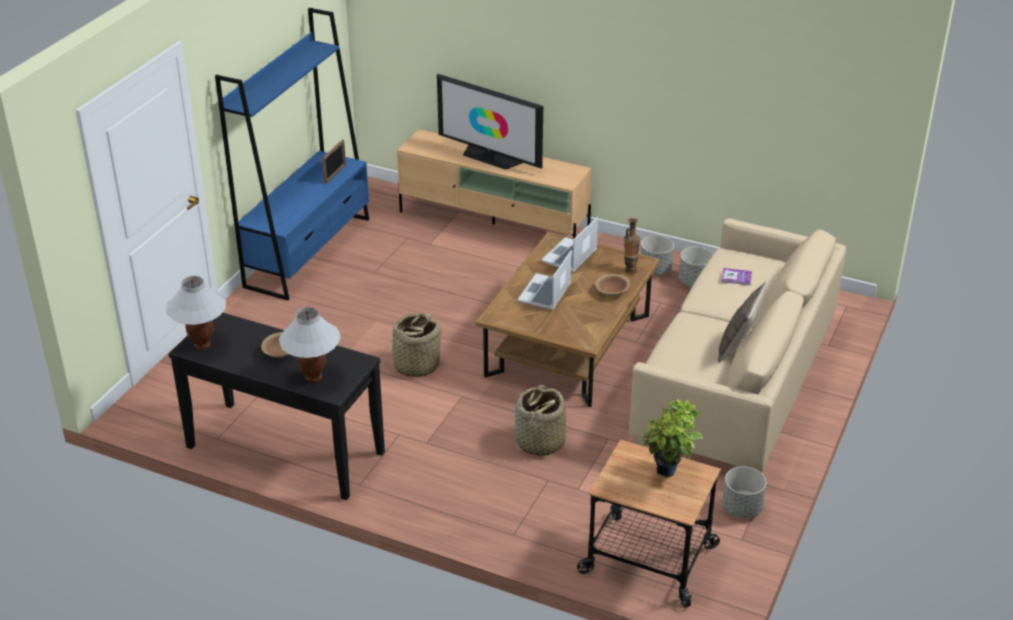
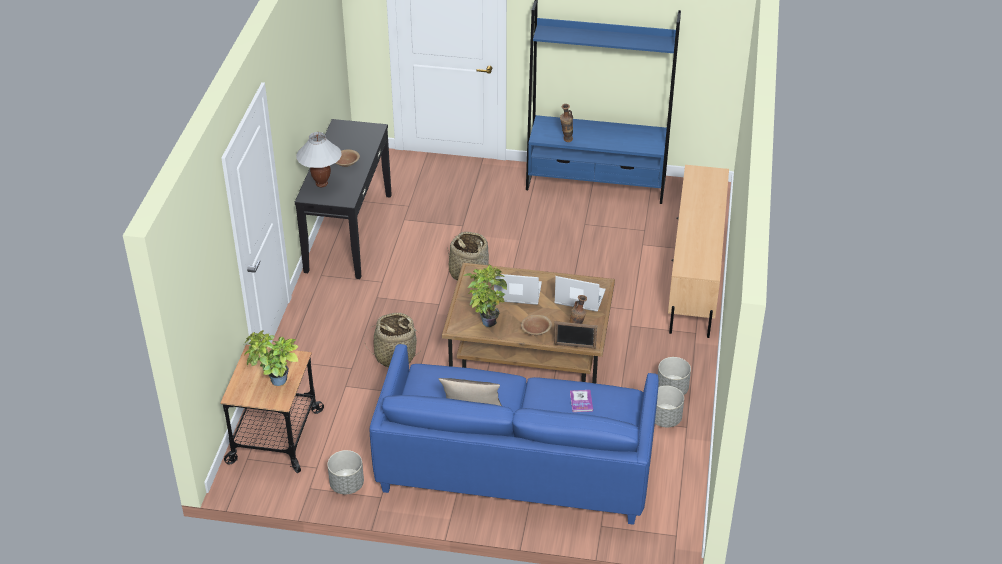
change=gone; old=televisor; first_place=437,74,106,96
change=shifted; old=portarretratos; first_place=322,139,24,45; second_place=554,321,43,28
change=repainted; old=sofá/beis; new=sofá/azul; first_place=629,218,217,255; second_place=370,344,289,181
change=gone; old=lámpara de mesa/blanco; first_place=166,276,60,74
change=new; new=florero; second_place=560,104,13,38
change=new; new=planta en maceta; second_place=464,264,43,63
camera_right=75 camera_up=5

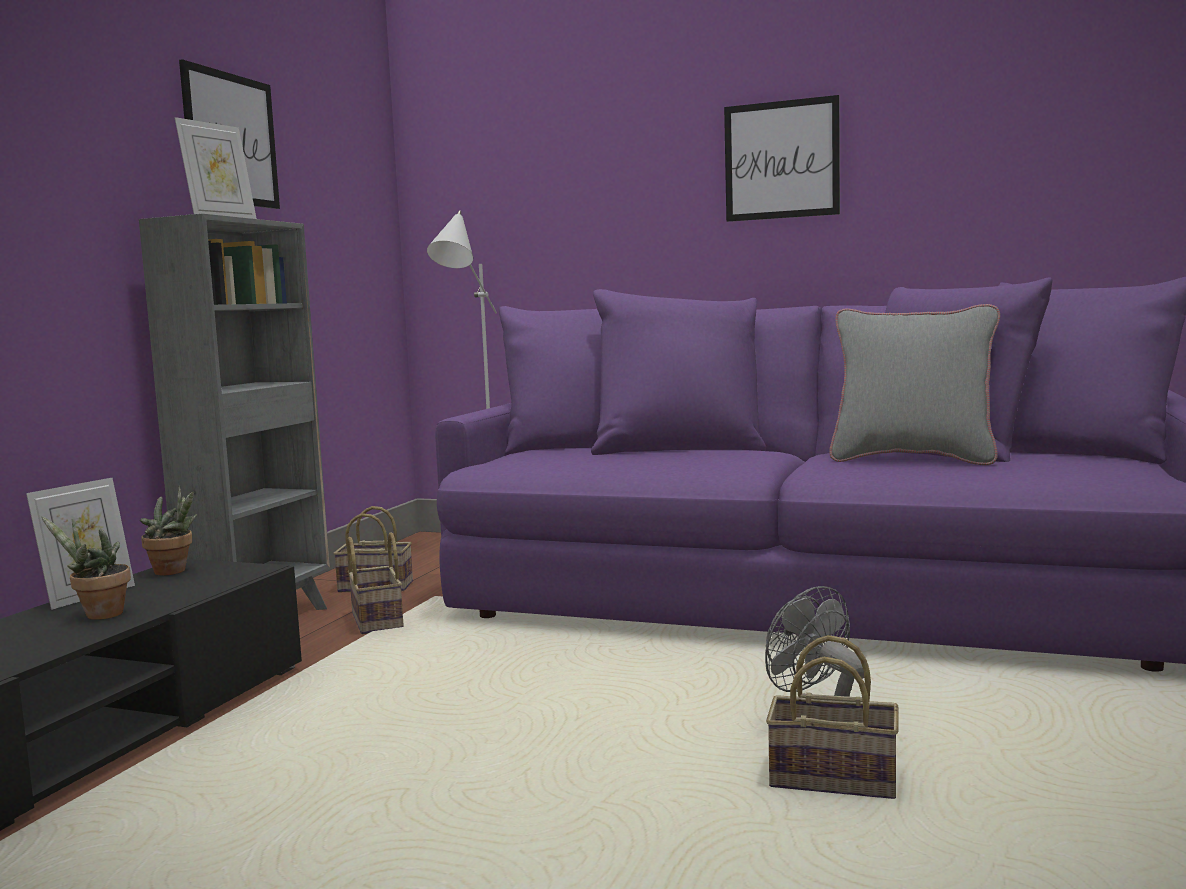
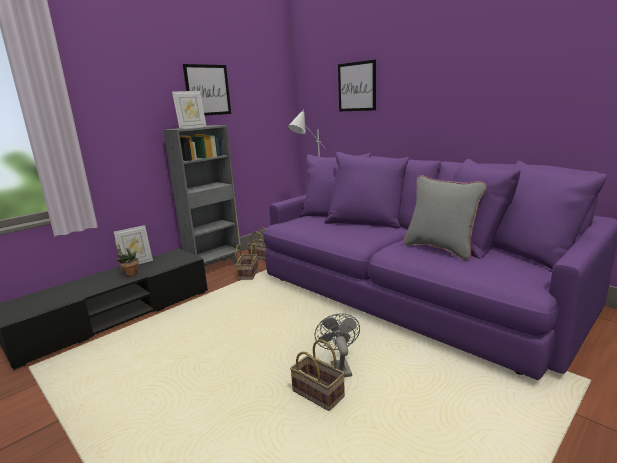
change=shifted; old=cuadro; first_place=724,95,116,127; second_place=338,60,38,51
change=gone; old=planta en maceta; first_place=140,486,57,89
camera_right=25 camera_up=10

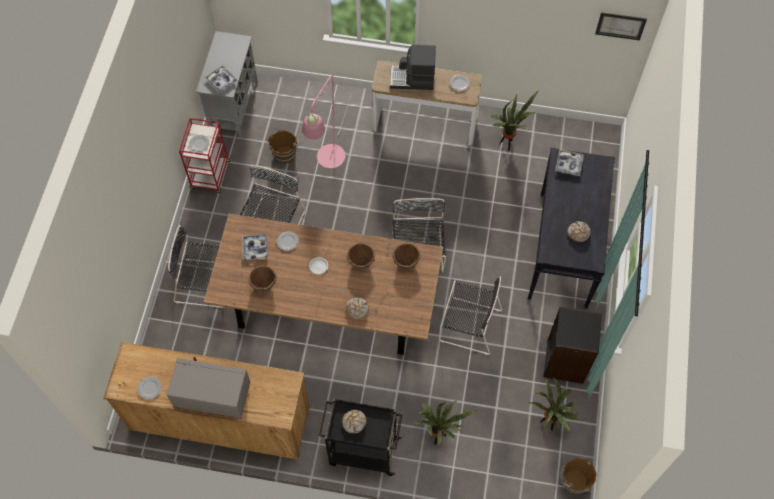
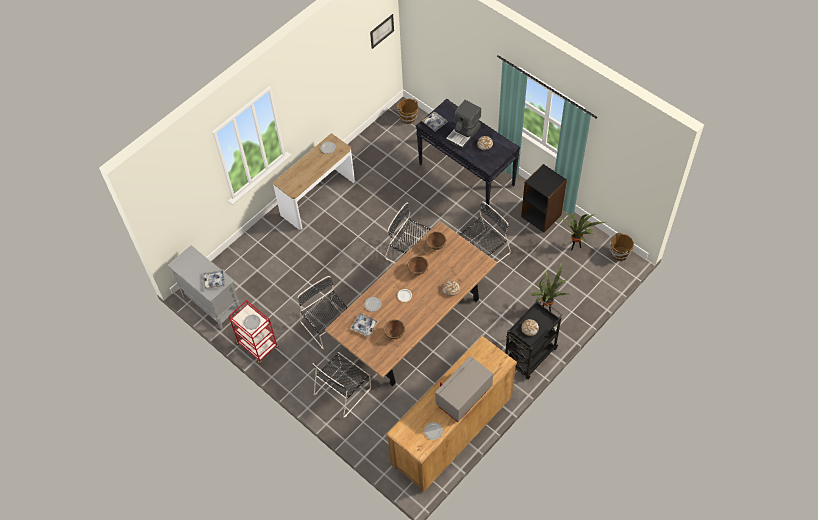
change=shifted; old=cafetera; first_place=390,45,46,45; second_place=446,100,35,49
change=gone; old=lámpara de pie/rosa; first_place=302,74,49,94
change=gone; old=planta en maceta; first_place=489,91,49,60
change=shifted; old=cubo/marrón; first_place=269,130,31,34; second_place=396,98,22,26
camera_right=-55 camera_up=-5

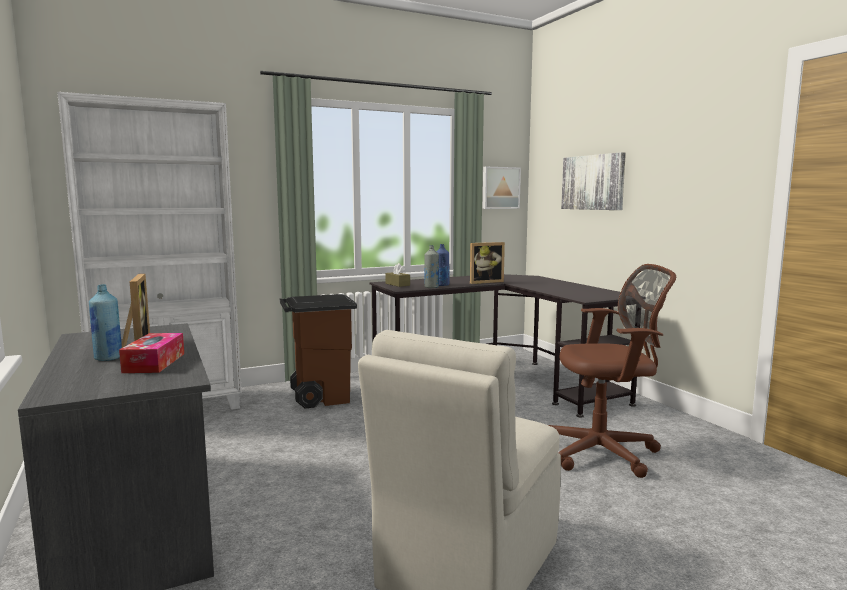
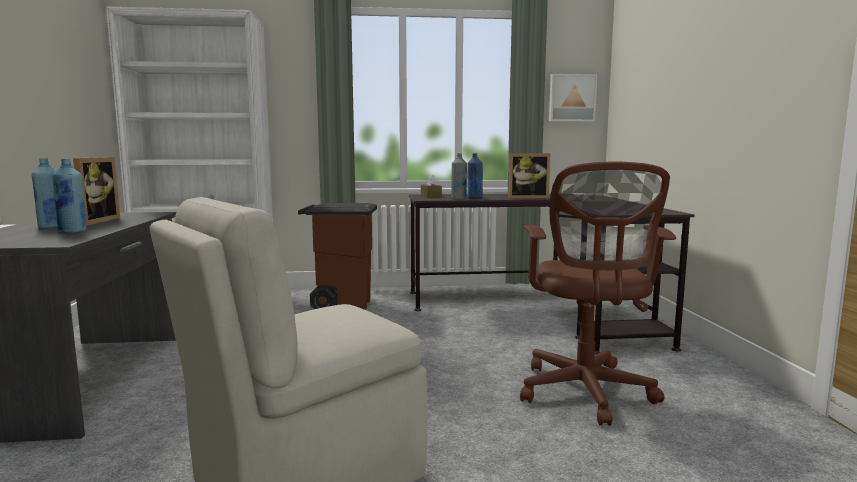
change=gone; old=cuadro; first_place=561,152,65,58
change=rotated; old=silla de oficina/marrón; first_place=549,264,127,214; second_place=520,161,156,265; degrees=75
change=swapped; old=caja de pañuelos; new=botella/azul; first_place=119,333,65,40; second_place=53,159,33,74
camera_right=20 camera_up=0

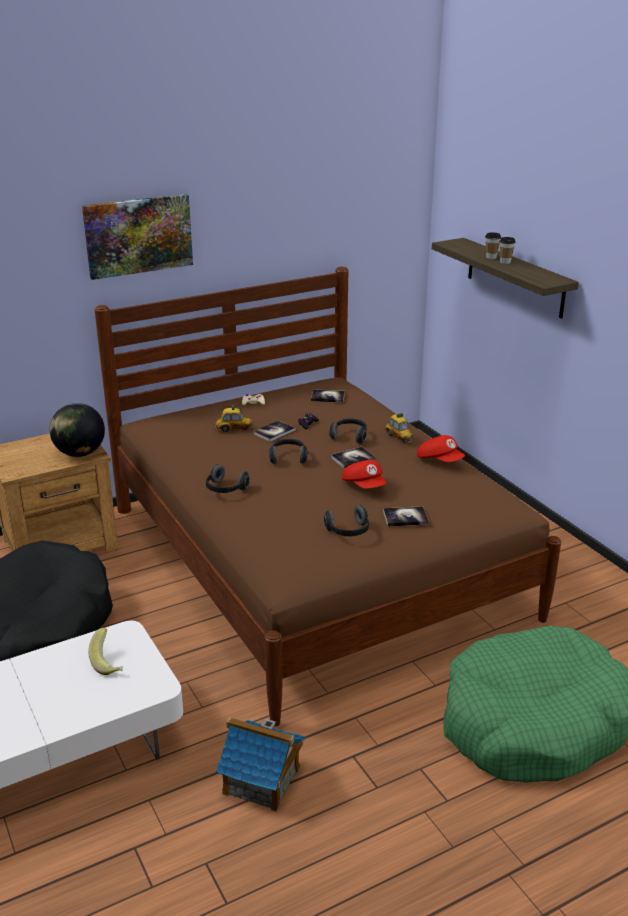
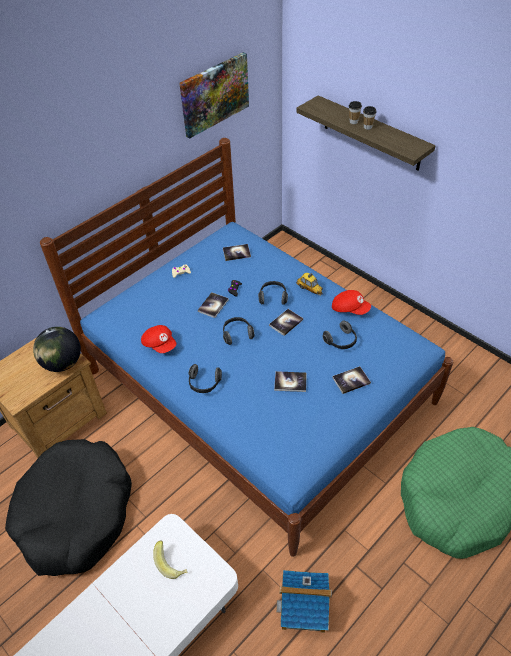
change=shifted; old=cuadro; first_place=82,194,111,86; second_place=179,52,70,87
change=repainted; old=cama/marrón; new=cama/azul; first_place=95,267,466,460; second_place=40,138,413,419
change=gone; old=coche de juguete; first_place=214,405,40,27
change=shifted; old=gorra/rojo; first_place=342,460,44,29; second_place=141,325,35,28
change=shifted; old=auriculares; first_place=324,505,45,31; second_place=322,320,35,29
change=new; new=libro; second_place=274,371,33,21
camera_right=-15 camera_up=20

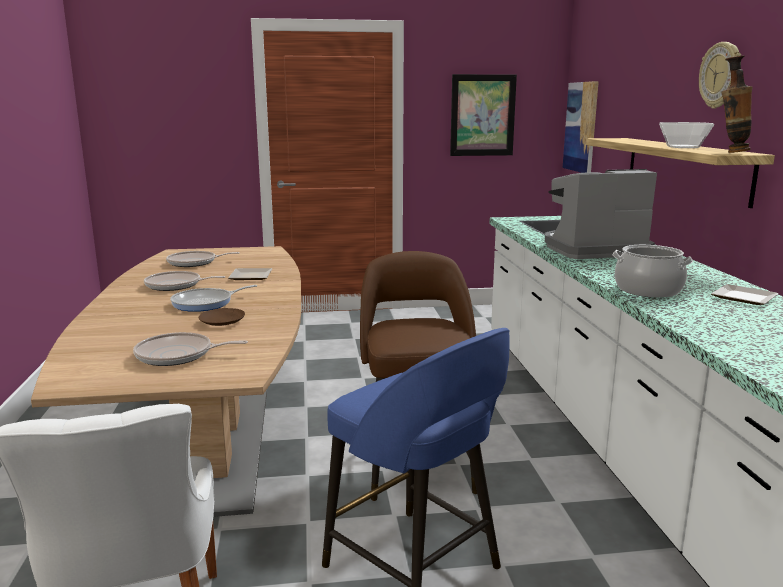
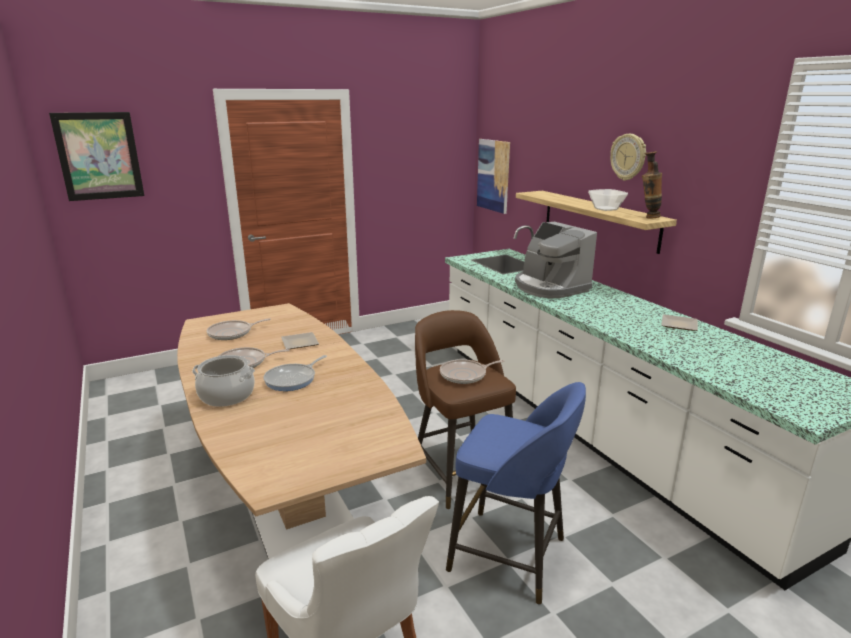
change=shifted; old=cuadro; first_place=450,74,67,82; second_place=49,112,95,89
change=rotated; old=cafetera; first_place=545,169,112,90; second_place=515,222,82,76; degrees=-90
change=shifted; old=olla; first_place=613,245,80,53; second_place=192,355,63,52
change=gone; old=plato/marrón; first_place=199,308,46,18
change=shifted; old=sartén; first_place=133,332,115,34; second_place=440,359,64,25
camera_right=-20 camera_up=5

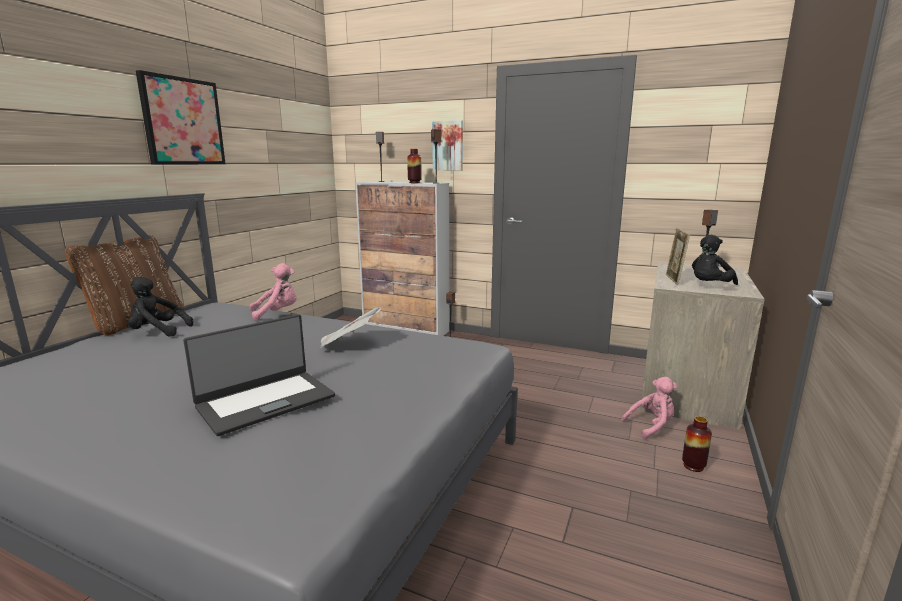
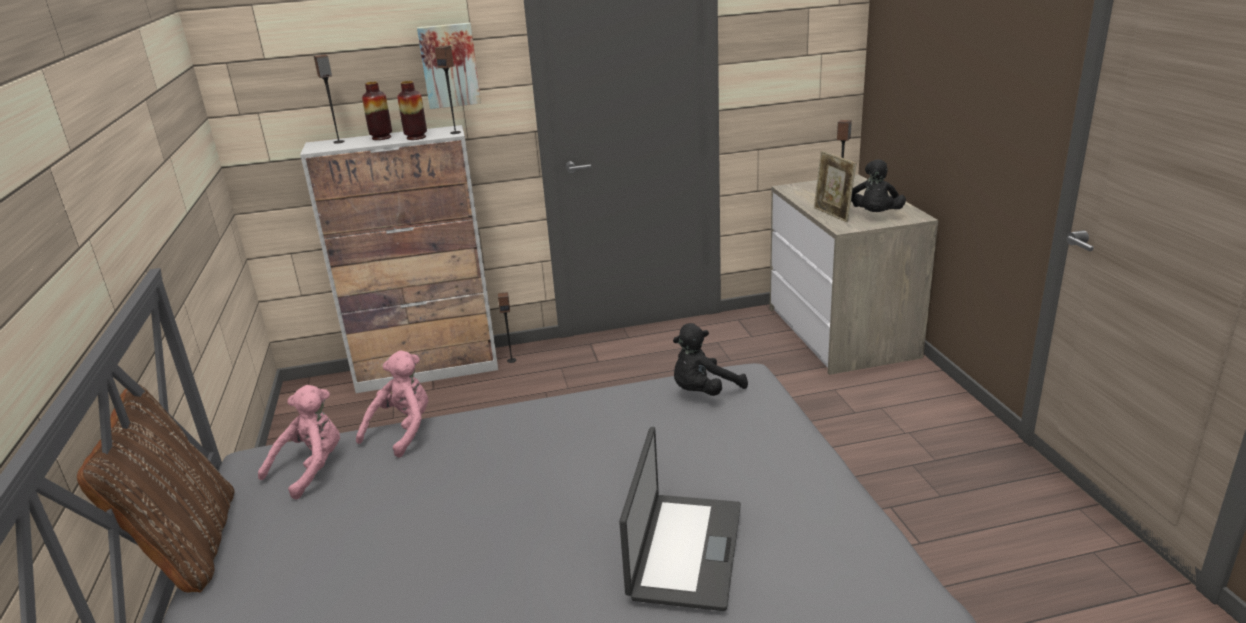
change=gone; old=cuadro; first_place=136,70,89,95
change=shifted; old=peluche/negro; first_place=128,277,65,60; second_place=673,323,75,73
change=gone; old=periódico; first_place=320,307,61,41
change=shifted; old=peluche/rosa; first_place=621,377,56,62; second_place=258,385,82,114
change=shifted; old=florero; first_place=682,416,30,56; second_place=362,82,30,58
camera_right=-35 camera_up=10

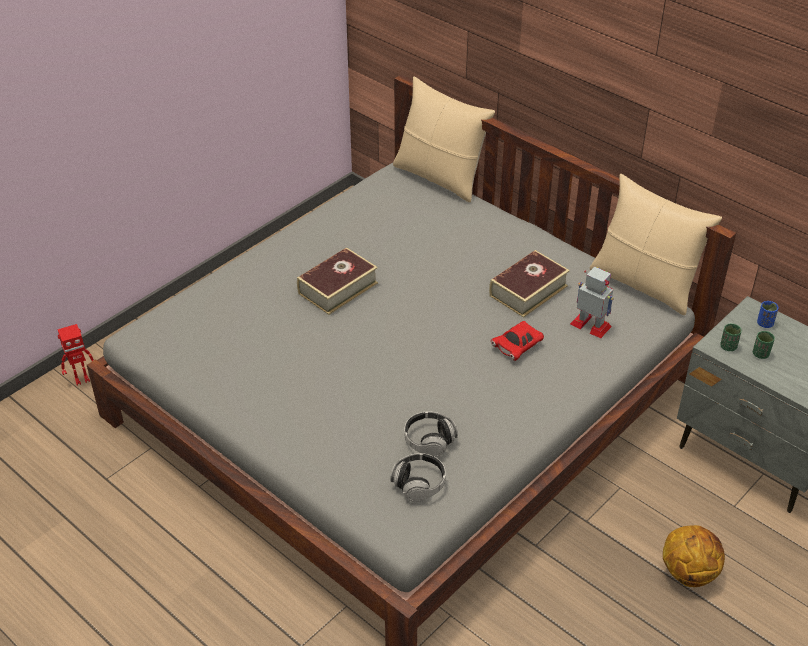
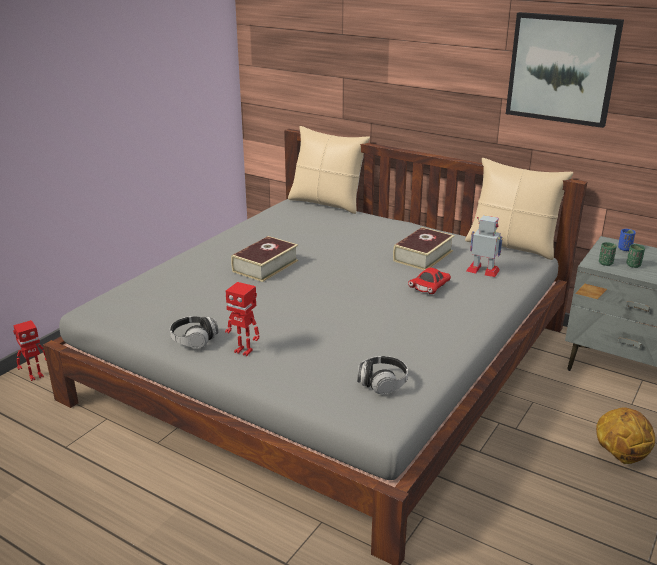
change=shifted; old=auriculares; first_place=405,411,53,46; second_place=170,316,49,33
change=new; new=cuadro; second_place=506,12,118,116
change=new; new=robot de juguete; second_place=225,282,35,74
camera_right=-10 camera_up=-15

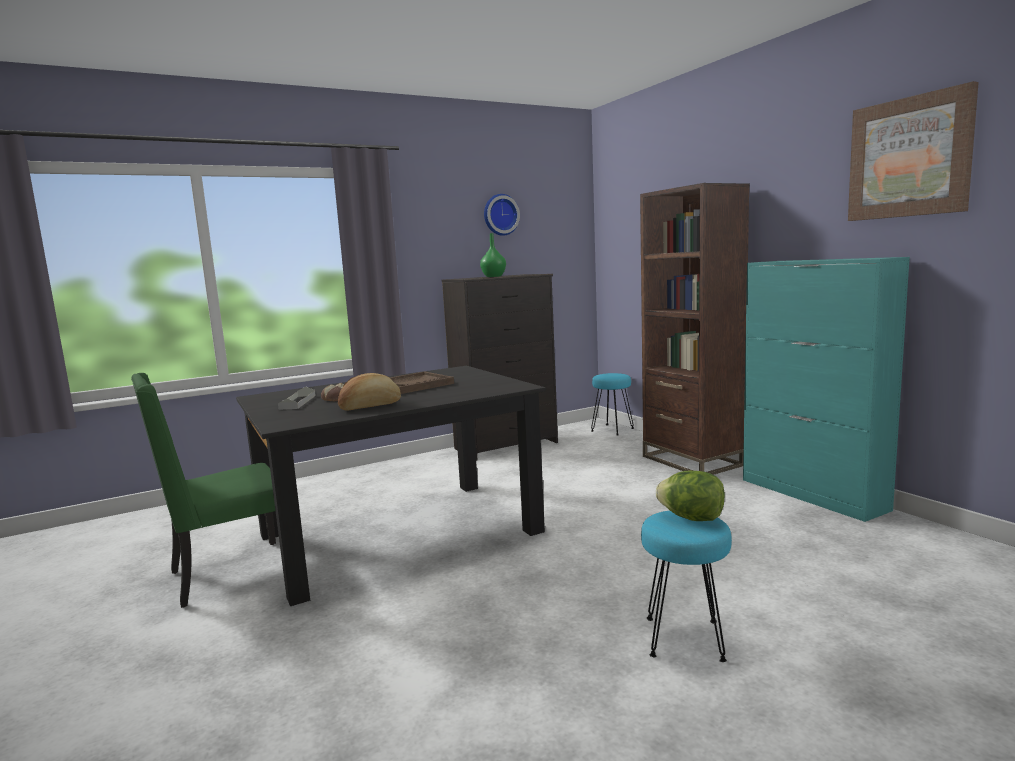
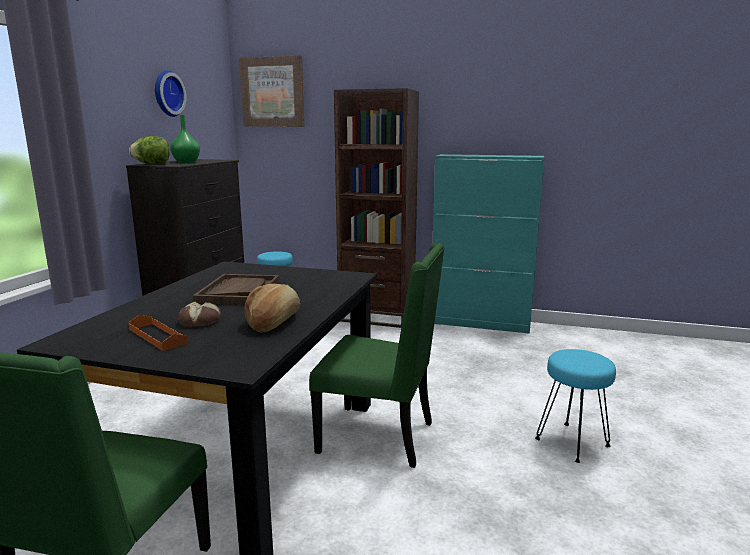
change=shifted; old=cuadro; first_place=848,81,131,140; second_place=239,56,65,71
change=repainted; old=bandeja/gris; new=bandeja/naranja; first_place=278,386,38,24; second_place=128,314,59,37
change=shifted; old=lechuga; first_place=656,471,69,50; second_place=129,136,41,29
change=new; new=silla/verde; second_place=309,243,136,225
camera_right=-45 camera_up=5

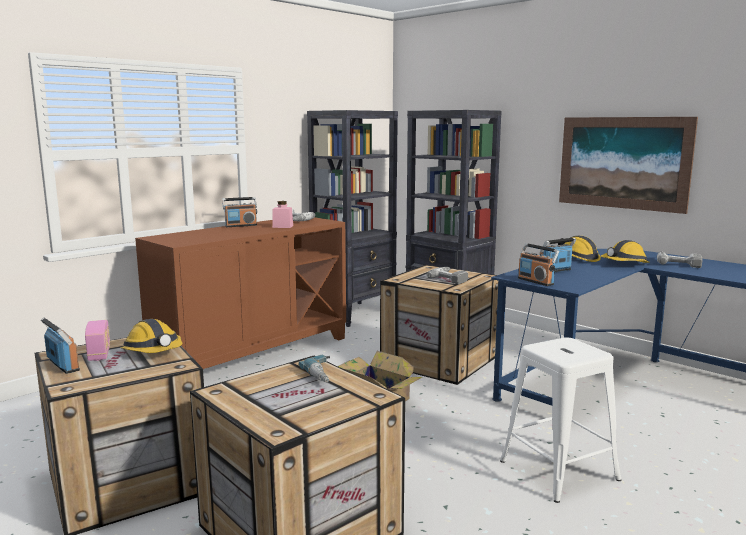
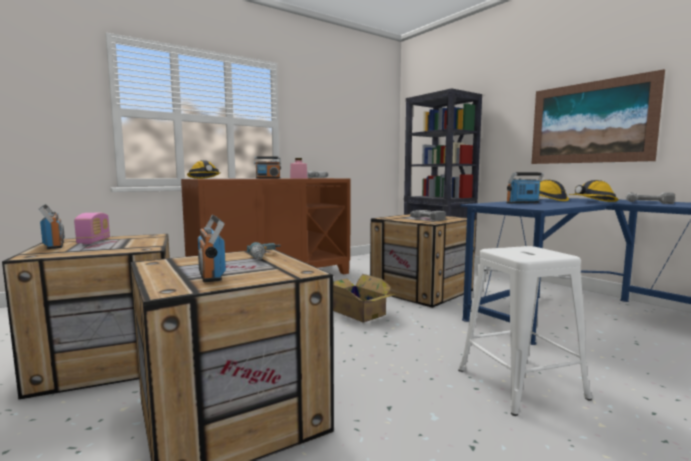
change=gone; old=estantería/negro; first_place=307,110,91,217
change=shifted; old=radio; first_place=518,243,41,43; second_place=198,215,28,67
change=shifted; old=casco; first_place=121,319,61,34; second_place=187,160,33,19
camera_right=10 camera_up=-5

